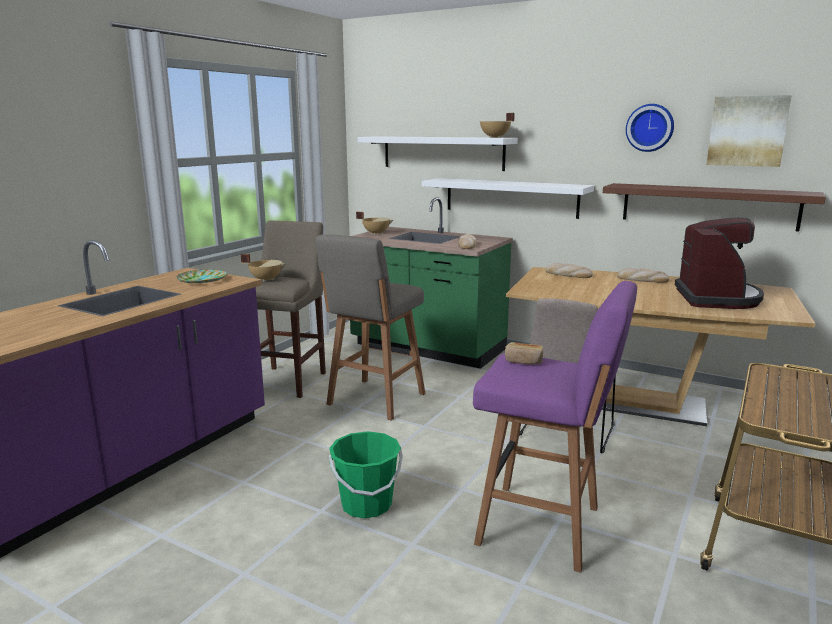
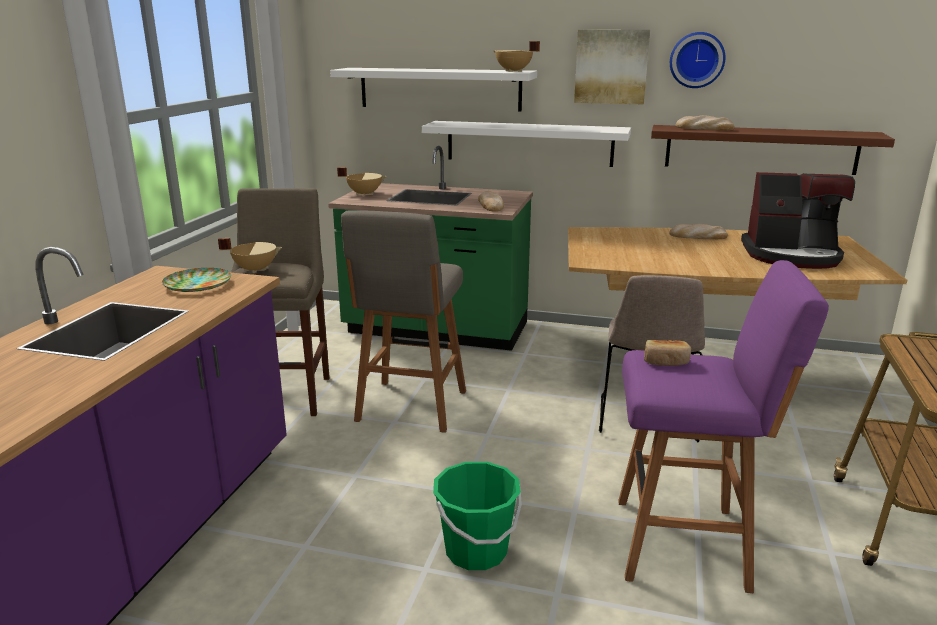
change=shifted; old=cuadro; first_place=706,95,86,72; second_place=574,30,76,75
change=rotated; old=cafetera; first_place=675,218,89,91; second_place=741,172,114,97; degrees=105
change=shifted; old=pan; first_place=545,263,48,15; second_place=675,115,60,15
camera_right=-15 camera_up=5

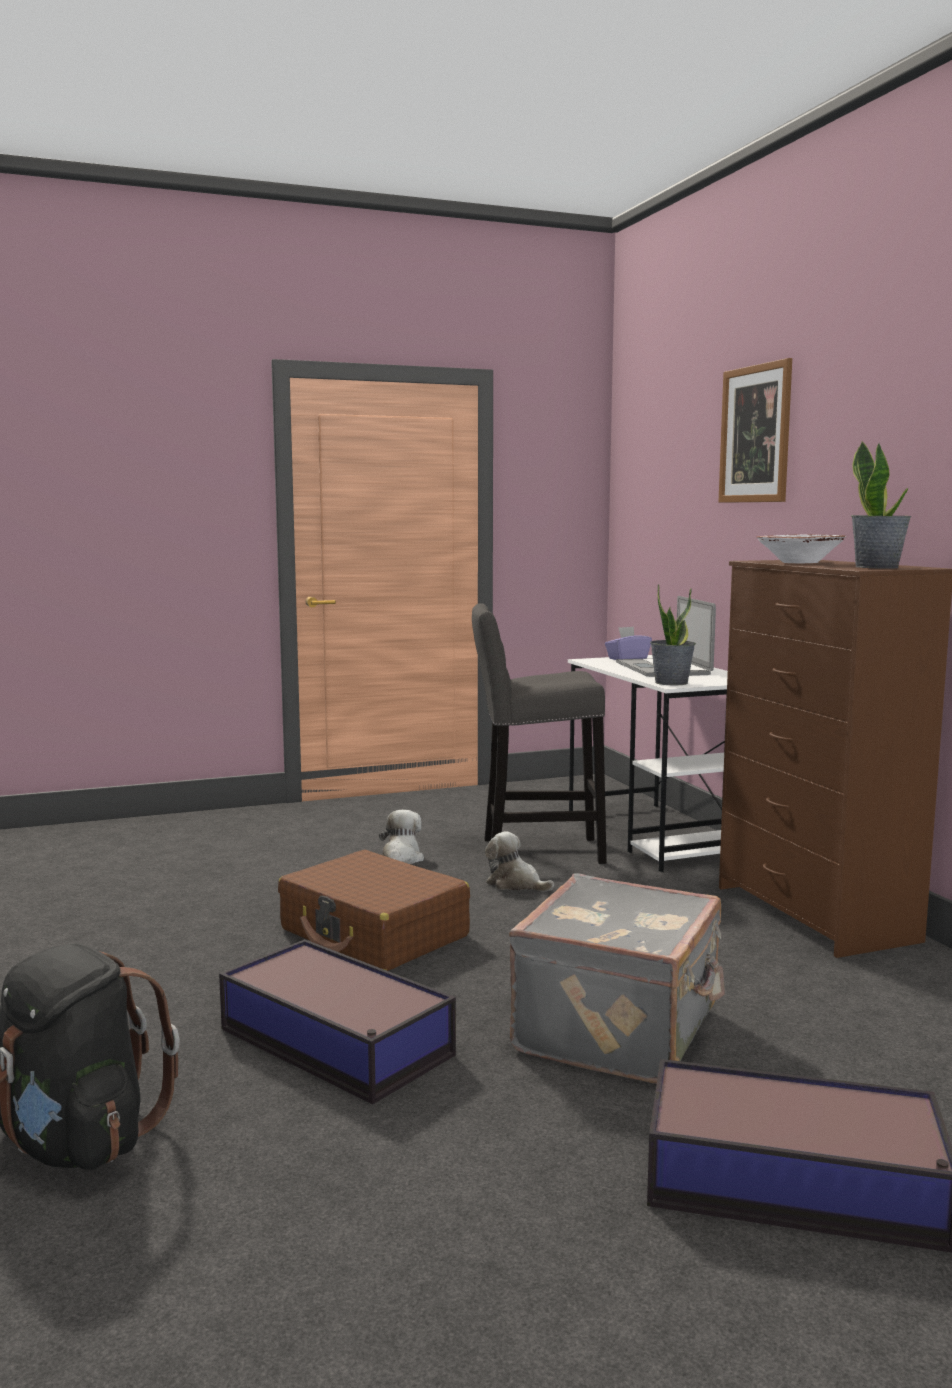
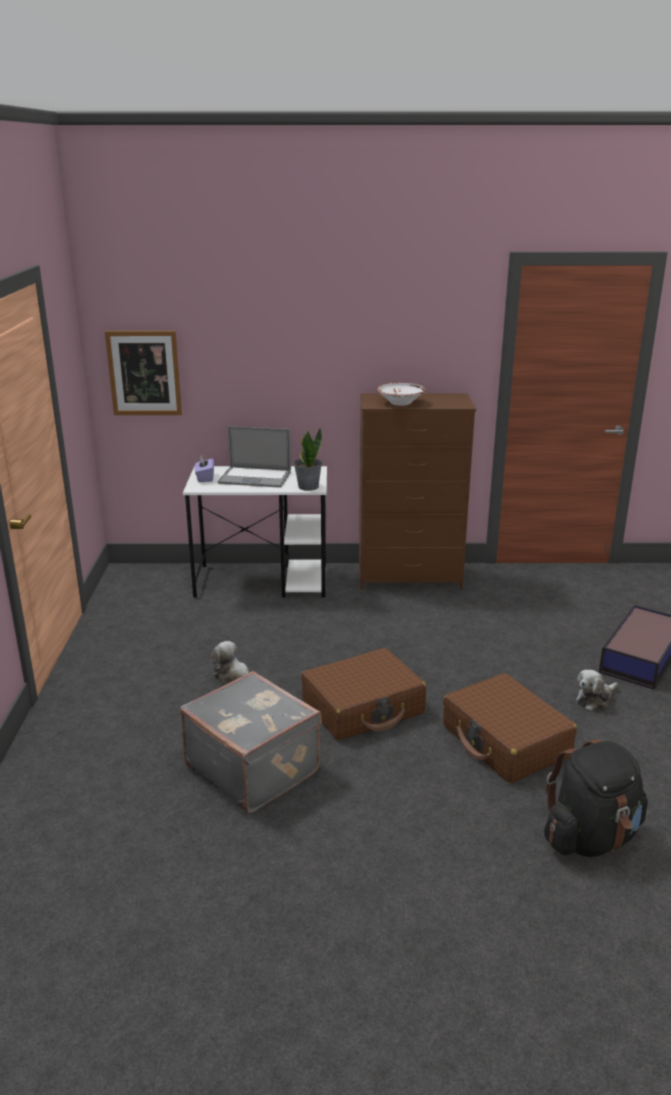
change=shifted; old=cuadro; first_place=718,358,74,145; second_place=105,331,77,84
change=gone; old=planta en maceta; first_place=851,441,60,128
change=gone; old=taburete/gris; first_place=472,603,135,261
change=shifted; old=peluche; first_place=485,831,69,61; second_place=576,670,42,41
change=shifted; old=maleta/gris; first_place=509,873,216,211; second_place=180,671,142,142
change=swapped; old=caja de almacenaje; new=maleta/marrón; first_place=219,939,237,166; second_place=443,673,134,110
camera_right=-70 camera_up=15

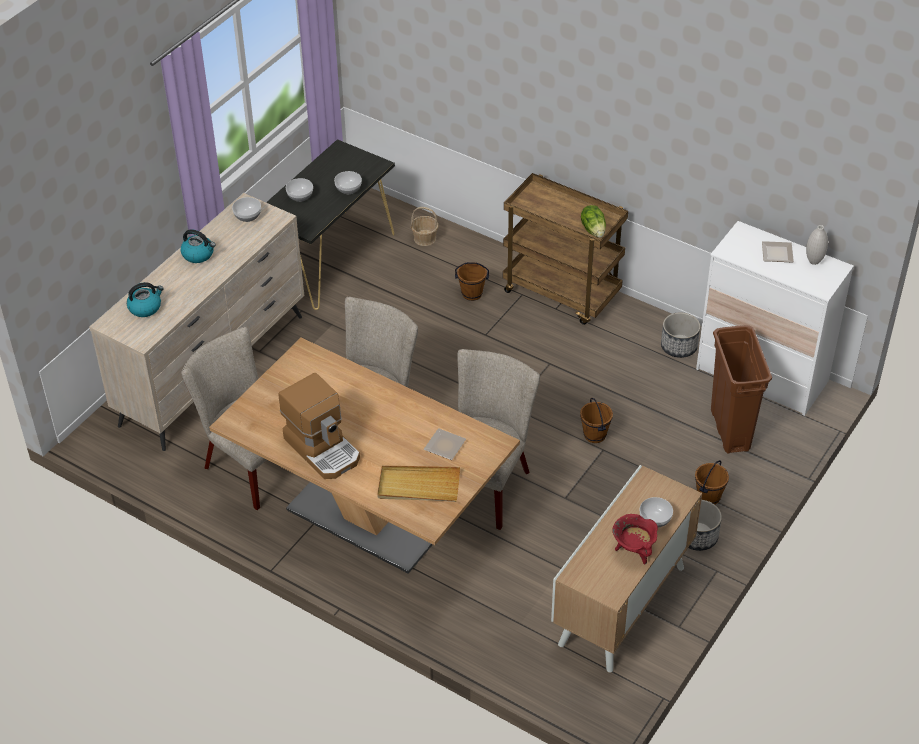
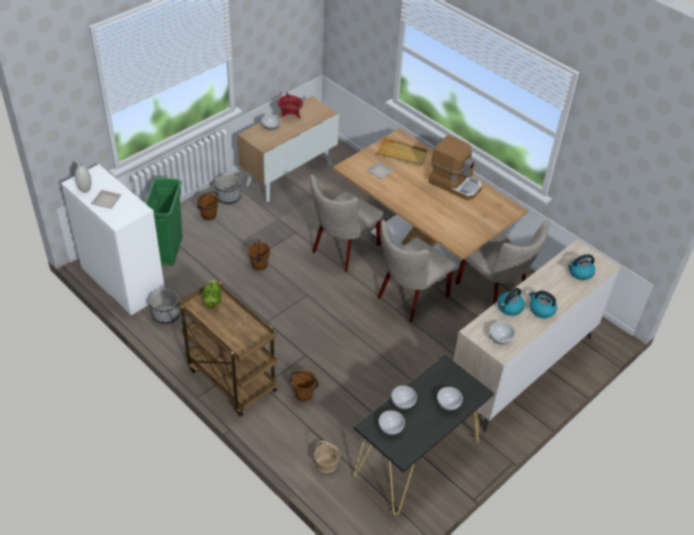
change=repainted; old=papelera/marrón; new=papelera/verde; first_place=711,325,61,129; second_place=145,177,38,89
change=rotated; old=cafetera; first_place=279,373,81,106; second_place=428,135,54,65; degrees=150
change=new; new=hervidor; second_place=498,288,27,28
change=new; new=cuenco; second_place=379,410,26,25
camera_right=-170 camera_up=0

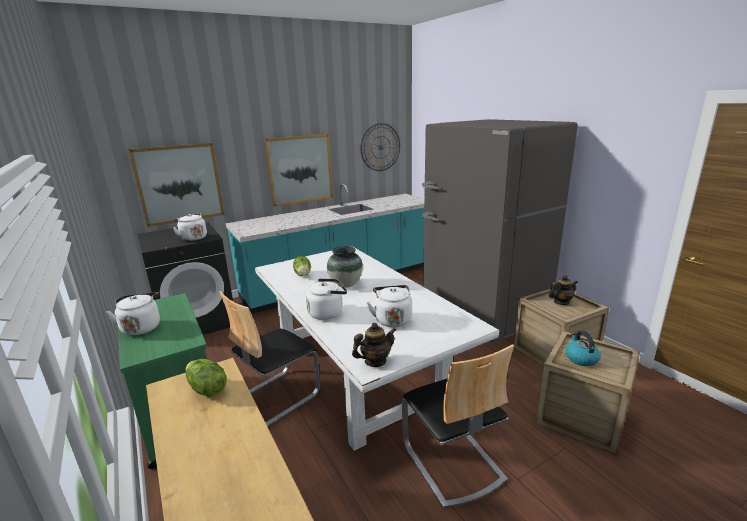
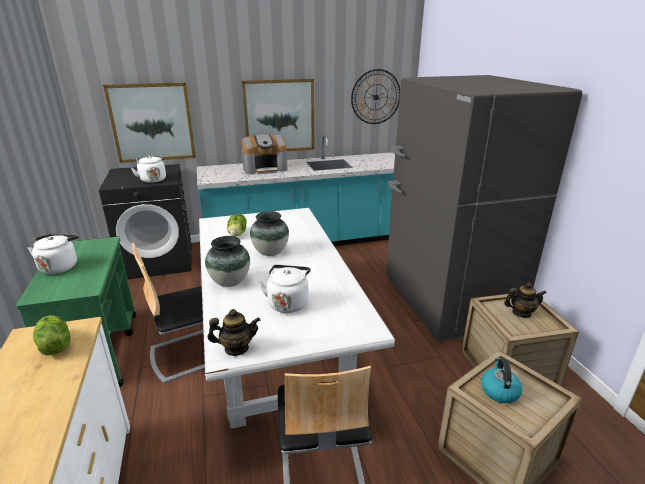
change=swapped; old=hervidor/blanco; new=florero; first_place=306,279,41,41; second_place=205,236,45,51
change=new; new=cafetera; second_place=242,134,46,40
camera_right=15 camera_up=5

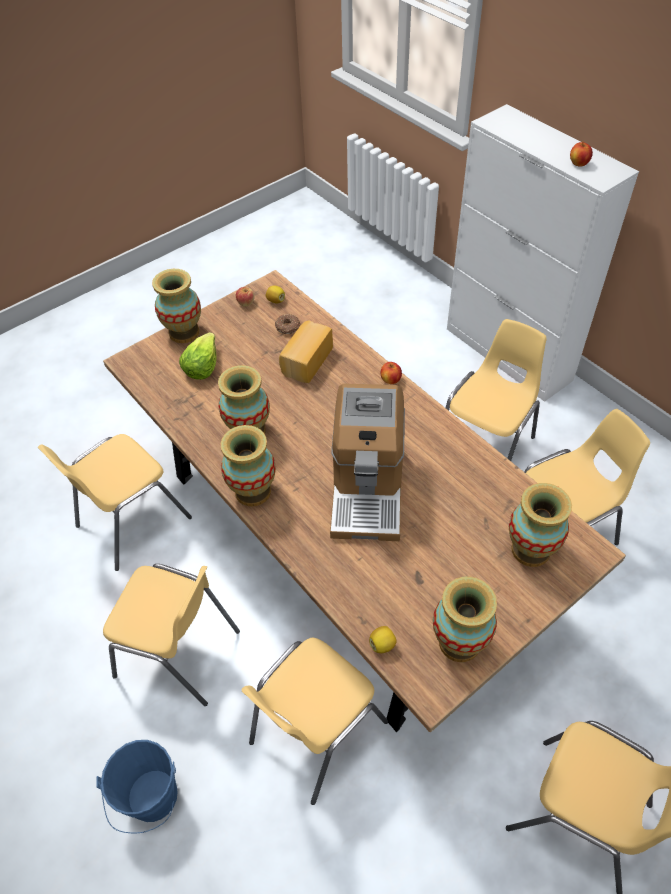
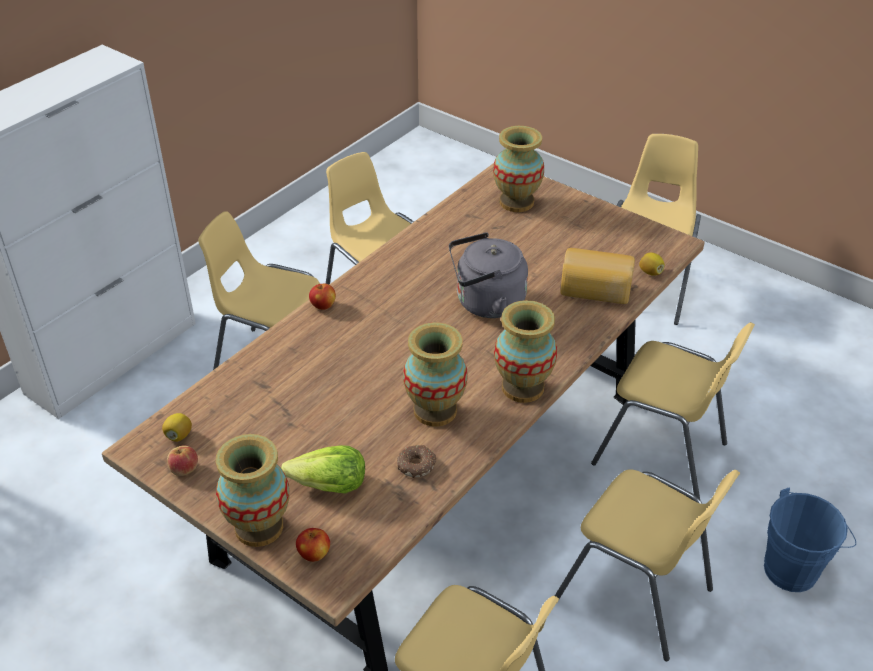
change=shifted; old=manzana; first_place=570,141,23,26; second_place=296,528,34,34
change=shifted; old=rosquilla; first_place=275,314,25,20; second_place=397,445,39,33
change=shifted; old=pan; first_place=279,321,54,62; second_place=560,248,75,56
change=swapped; old=cafetera; new=hervidor/gris; first_place=330,384,75,157; second_place=449,232,79,86
change=rotated; old=silla/amarillo; first_place=103,564,137,142; second_place=555,469,185,192; degrees=120
change=gone; old=florero; first_place=433,577,64,85
camera_right=-105 camera_up=-10

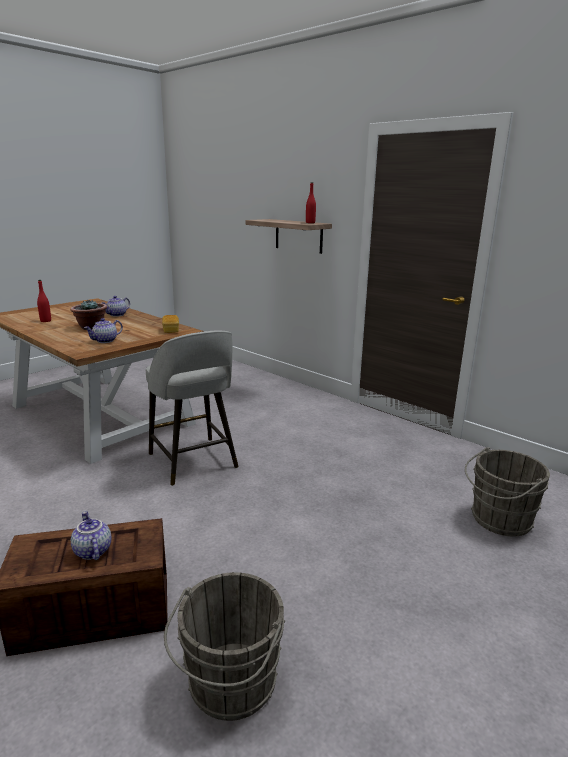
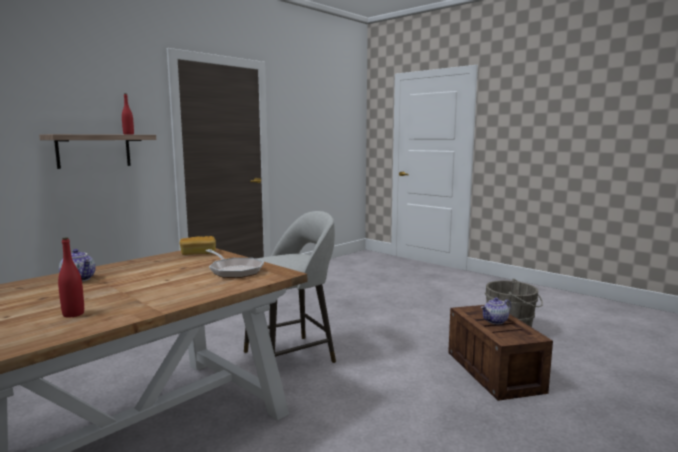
change=gone; old=planta en maceta; first_place=70,299,37,31
change=swapped; old=tetera; new=sartén; first_place=84,318,39,25; second_place=205,249,59,29
change=gone; old=cubo/gris; first_place=465,447,85,90
camera_right=-90 camera_up=-10

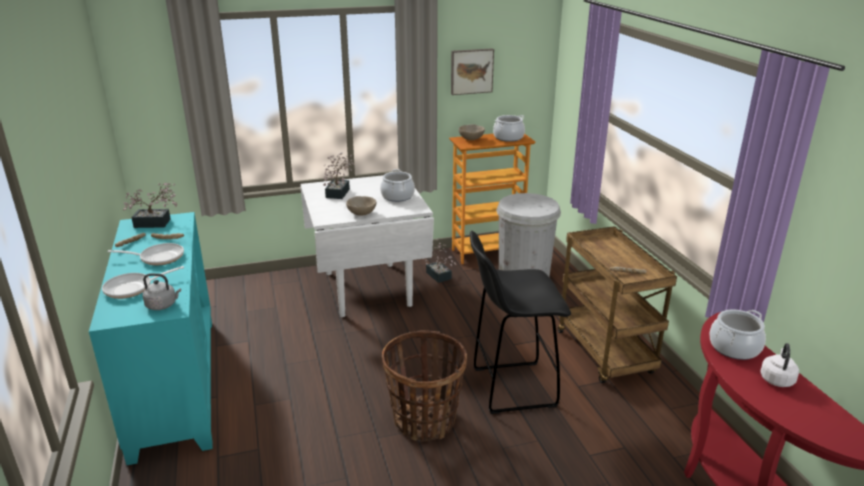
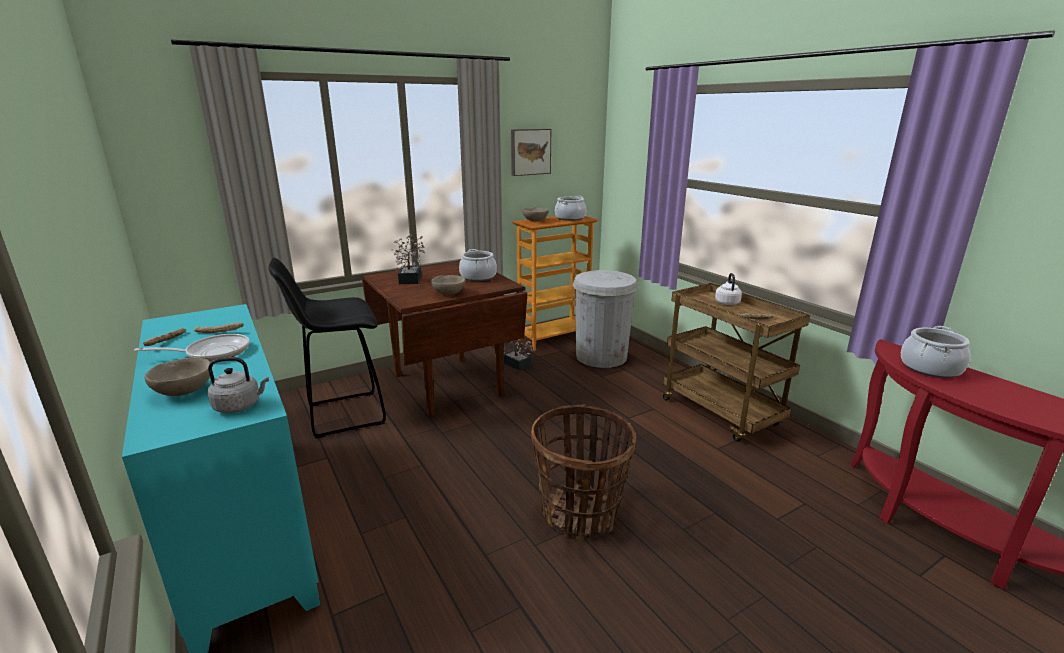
change=repainted; old=mesa de comedor/blanco; new=mesa de comedor/marrón; first_place=301,175,133,142; second_place=362,261,166,156
change=gone; old=planta en maceta; first_place=123,183,54,45
change=shifted; old=taburete/negro; first_place=470,231,101,183; second_place=269,258,117,181
change=swapped; old=sartén; new=cuenco/beis; first_place=102,266,82,33; second_place=145,357,66,39
change=shifted; old=hervidor/blanco; first_place=760,343,39,44; second_place=715,273,27,32
camera_right=-15 camera_up=-5

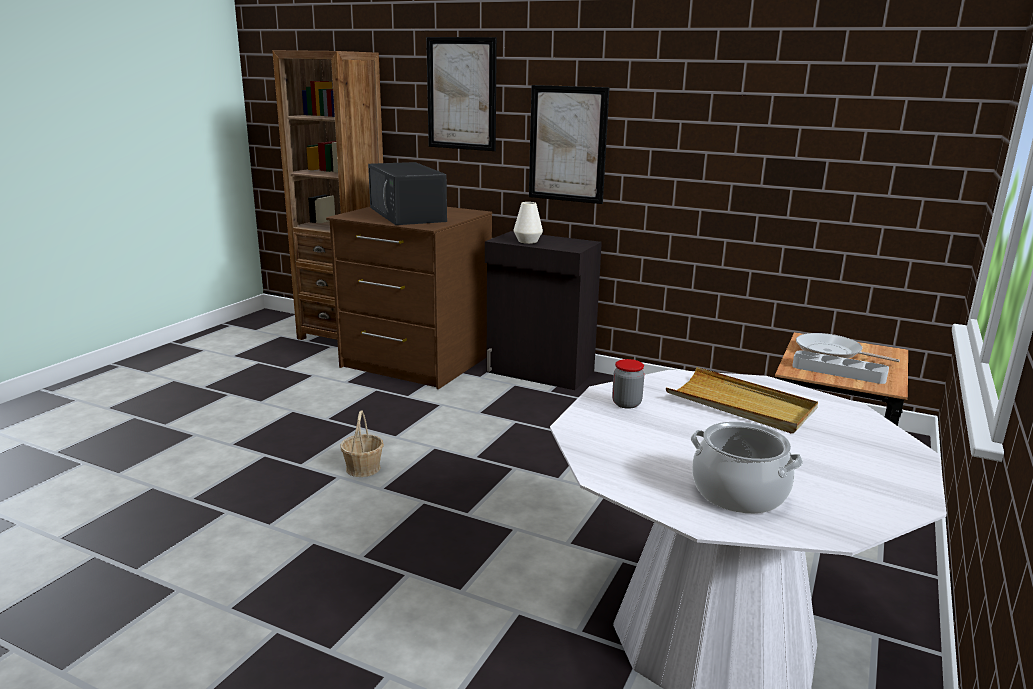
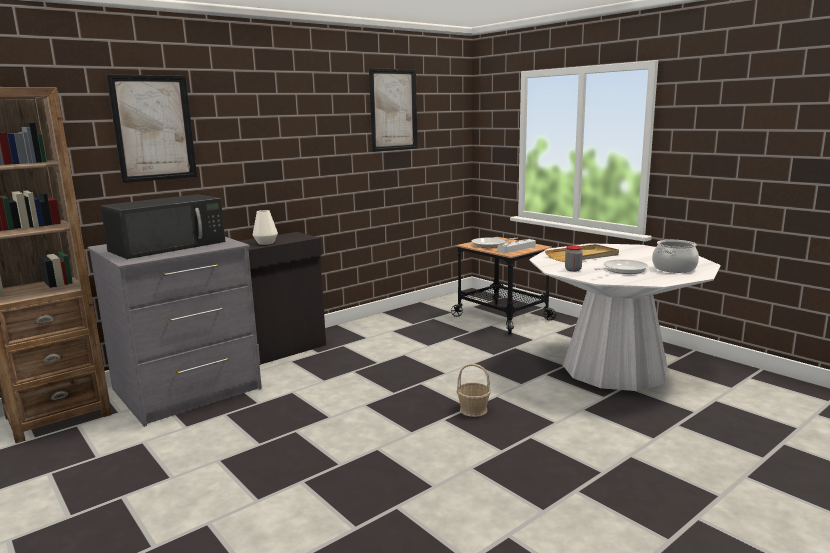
change=shifted; old=cuadro; first_place=529,85,81,119; second_place=369,68,49,84
change=rotated; old=microondas/negro; first_place=368,162,79,63; second_place=100,194,125,65; degrees=-45
change=repainted; old=cómoda/marrón; new=cómoda/gris; first_place=326,207,166,182; second_place=87,237,175,190
change=shifted; old=cesta; first_place=340,410,44,67; second_place=457,364,34,53
change=new; new=sartén; second_place=594,259,54,15
camera_right=-65 camera_up=-5

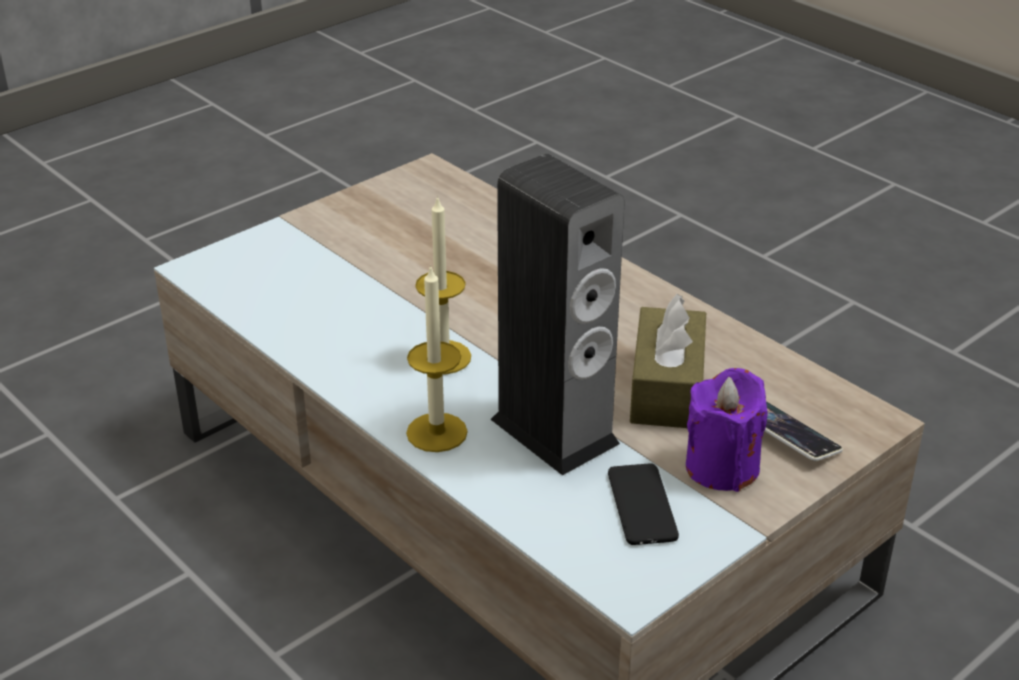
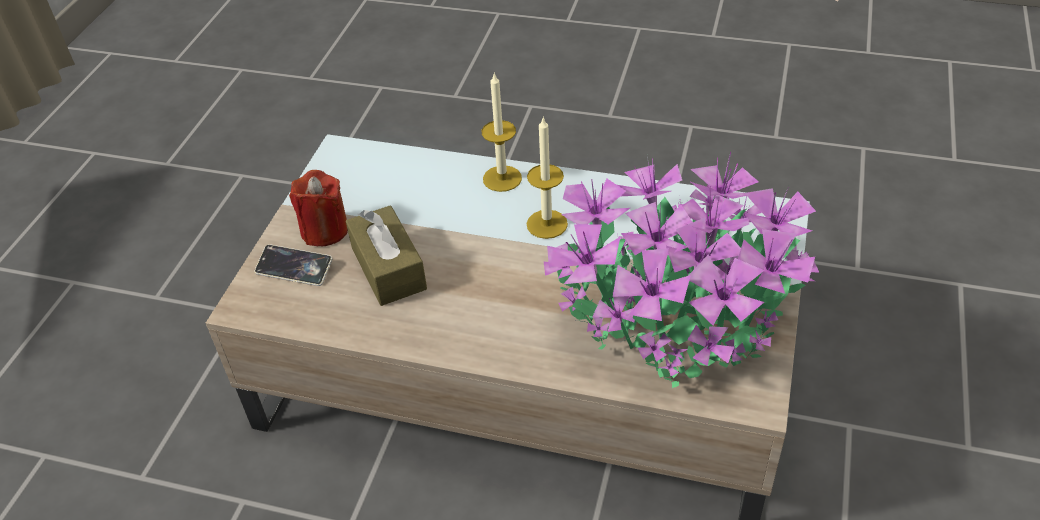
change=gone; old=altavoz; first_place=490,154,135,321
change=repainted; old=vela/morado; new=vela/rojo; first_place=686,368,82,124; second_place=289,170,59,77
change=gone; old=móvil; first_place=608,463,71,82
change=new; new=planta en maceta; second_place=544,152,275,236
camera_right=150 camera_up=10

